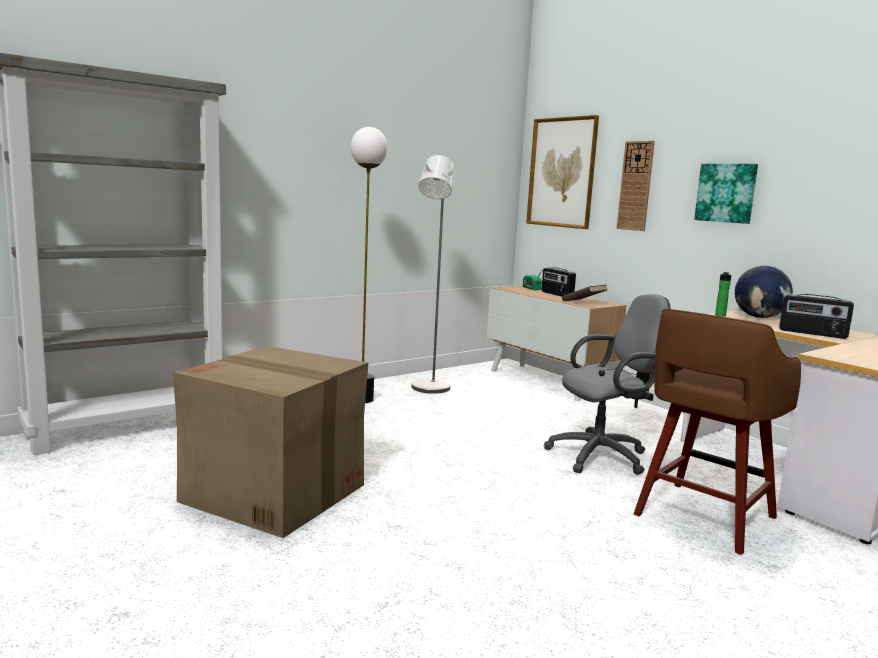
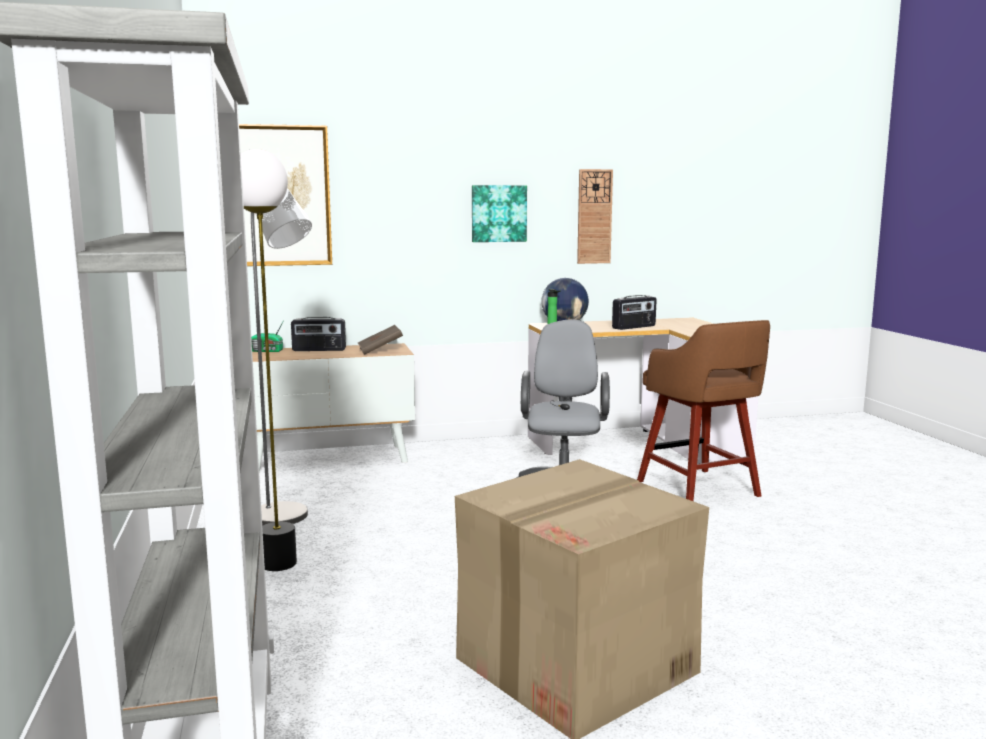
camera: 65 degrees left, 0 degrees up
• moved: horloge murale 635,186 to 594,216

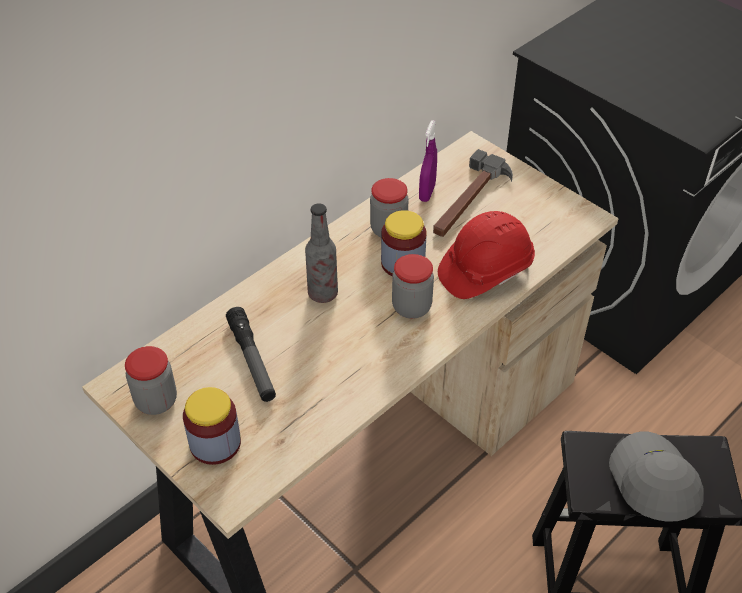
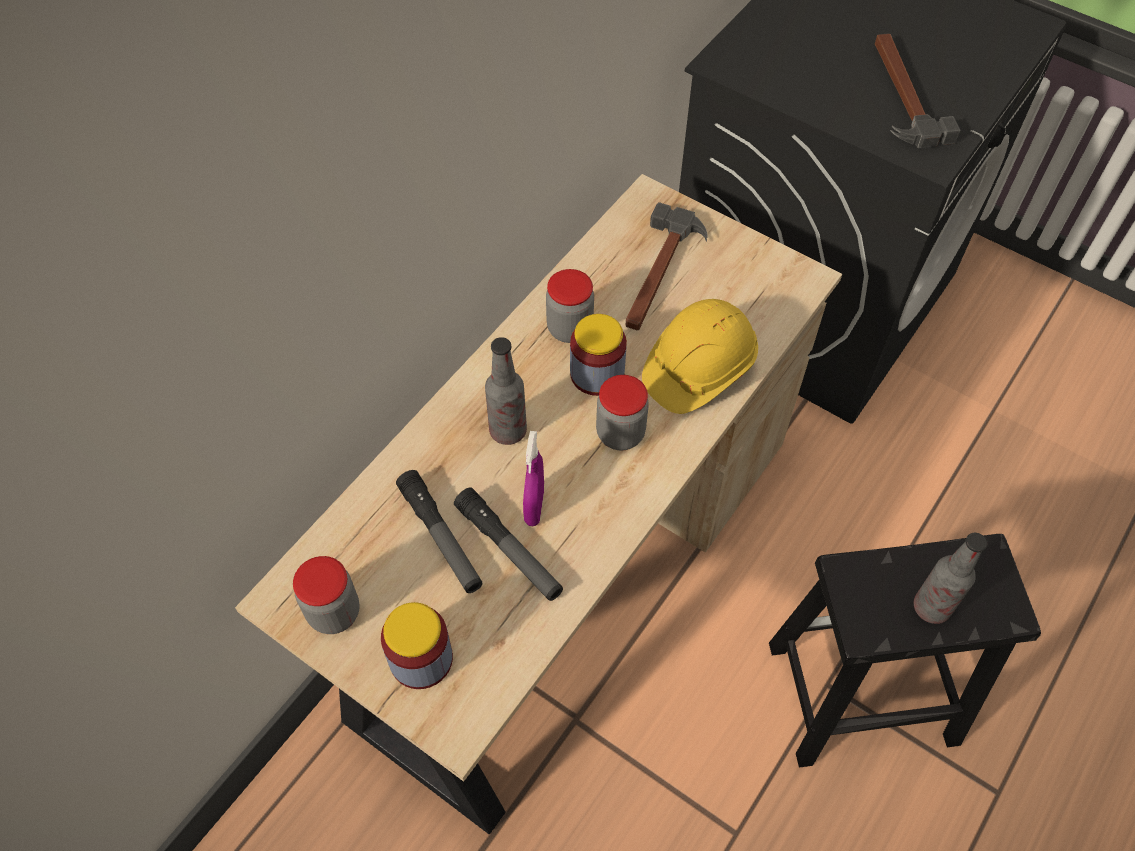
camera: 10 degrees left, 10 degrees up
• added: lampe de poche 509,550
• added: marteau 902,94
• moved: vaporisateur [violet] 427,193 to 534,507
• replaced: casquette [gris] 652,483 to bouteille 931,607
• recoloured: casque de chantier [rouge] 485,270 to casque de chantier [jaune] 698,369

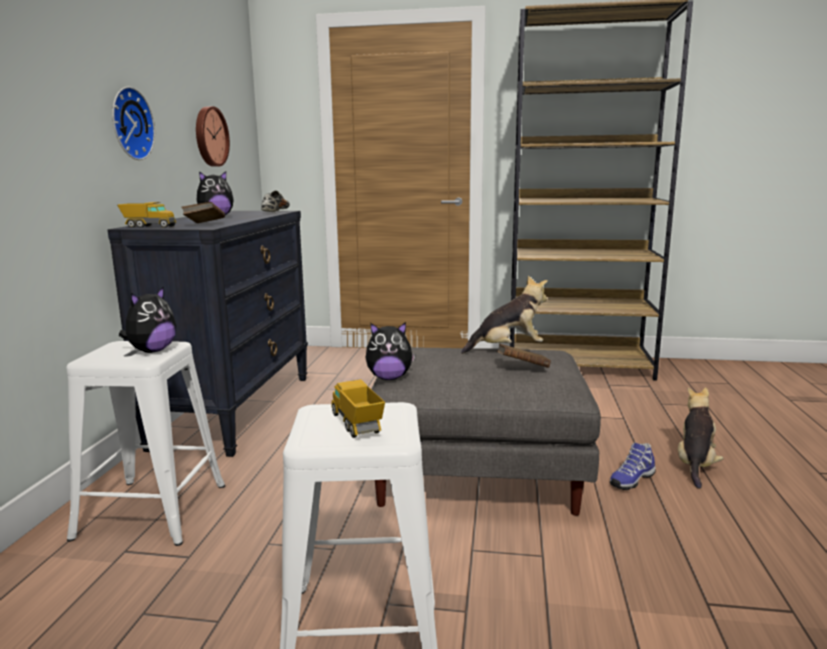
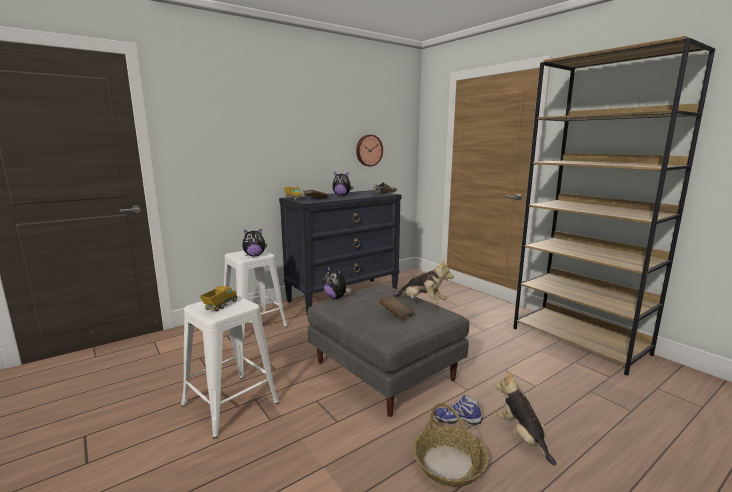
camera: 45 degrees right, 0 degrees up
• removed: horloge murale 129,124
• added: panier 449,464
• turned: peluche 695,465 = 522,436 90 degrees counterclockwise

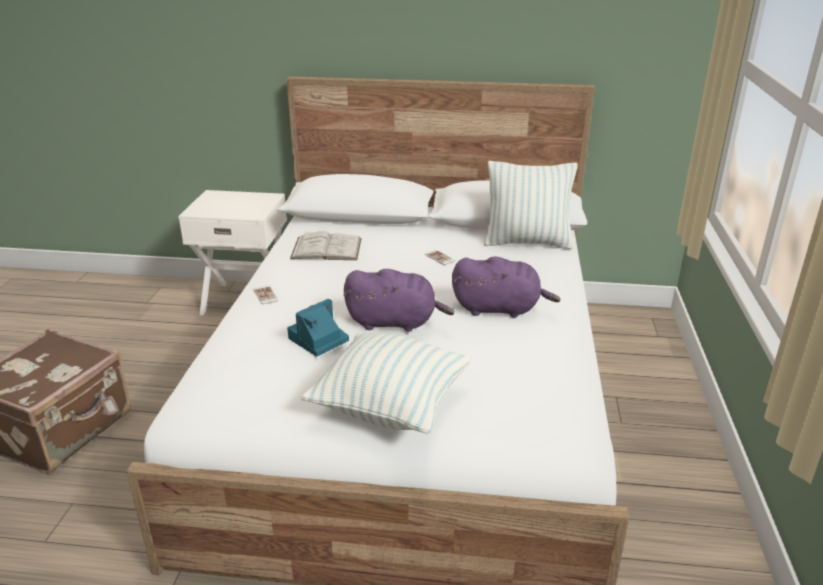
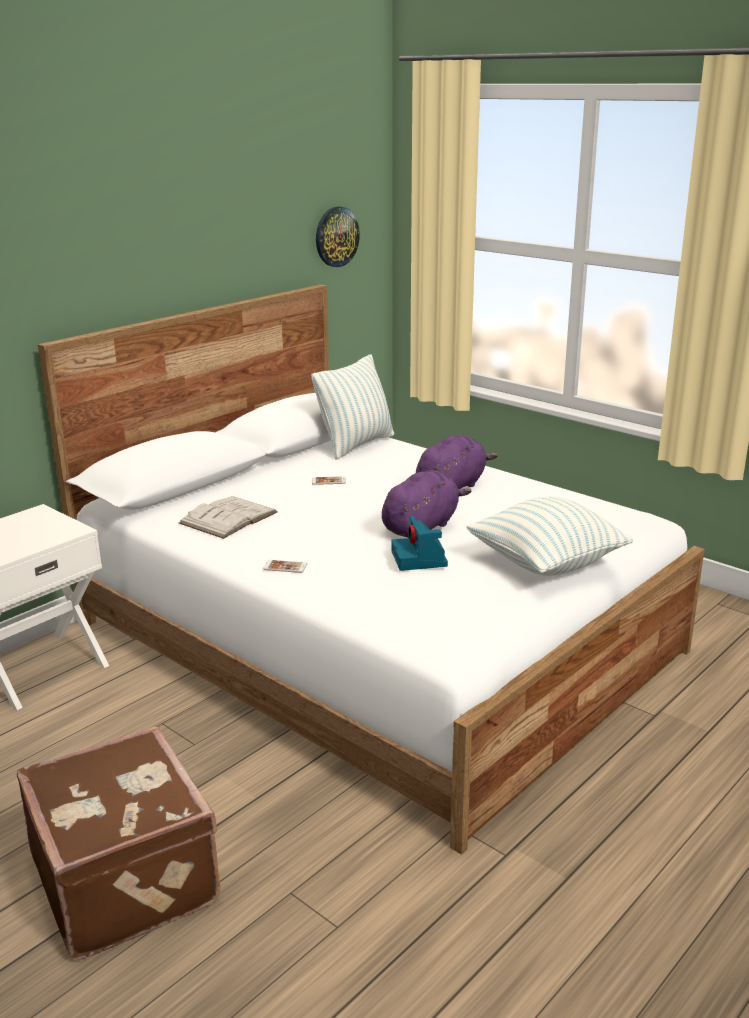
camera: 55 degrees left, 5 degrees down
• added: horloge murale 336,236

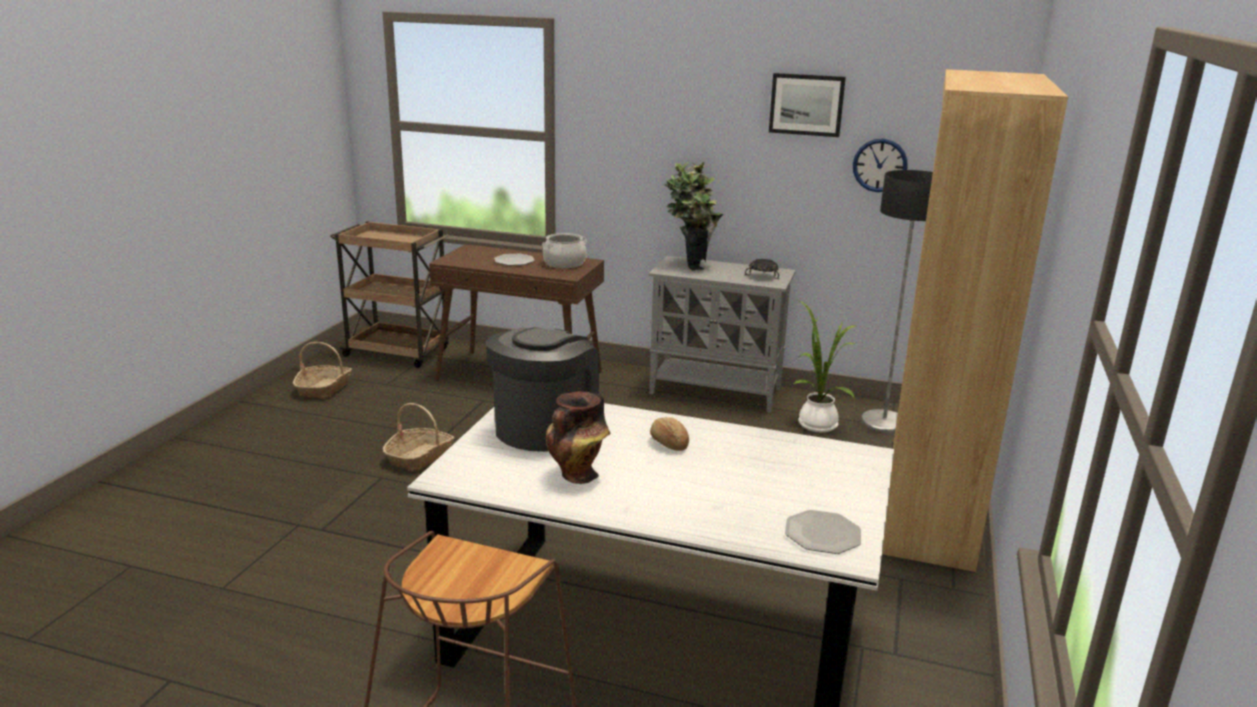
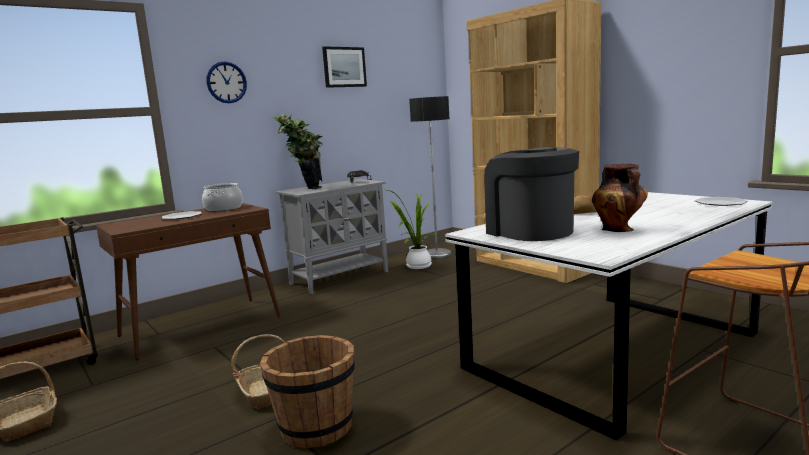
camera: 55 degrees left, 10 degrees down
• added: seau [marron] 315,428
• moved: horloge murale 879,165 to 226,82

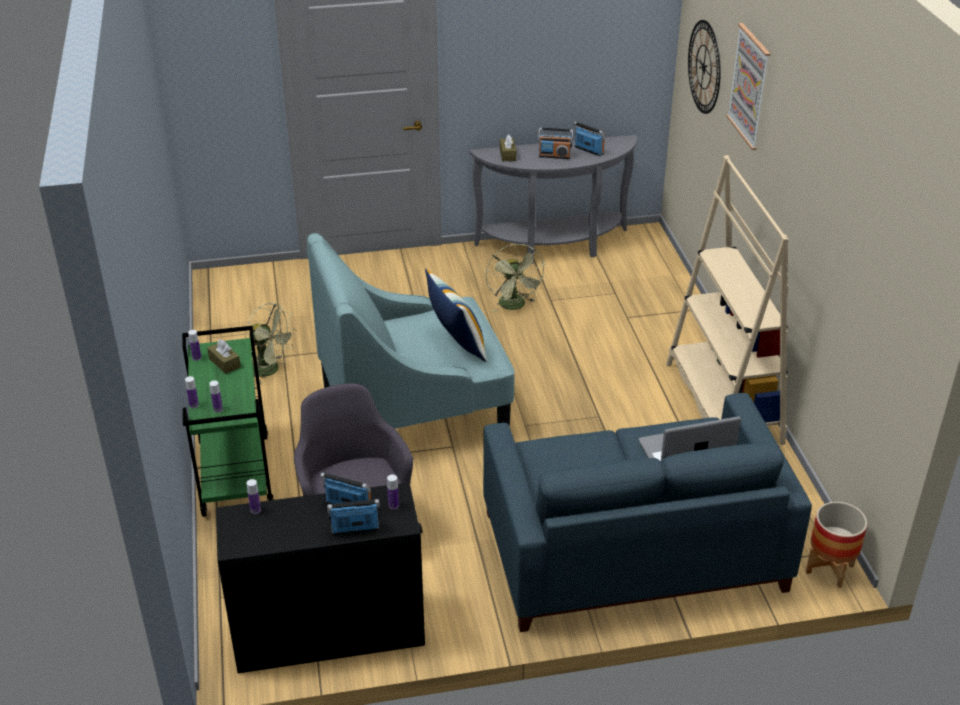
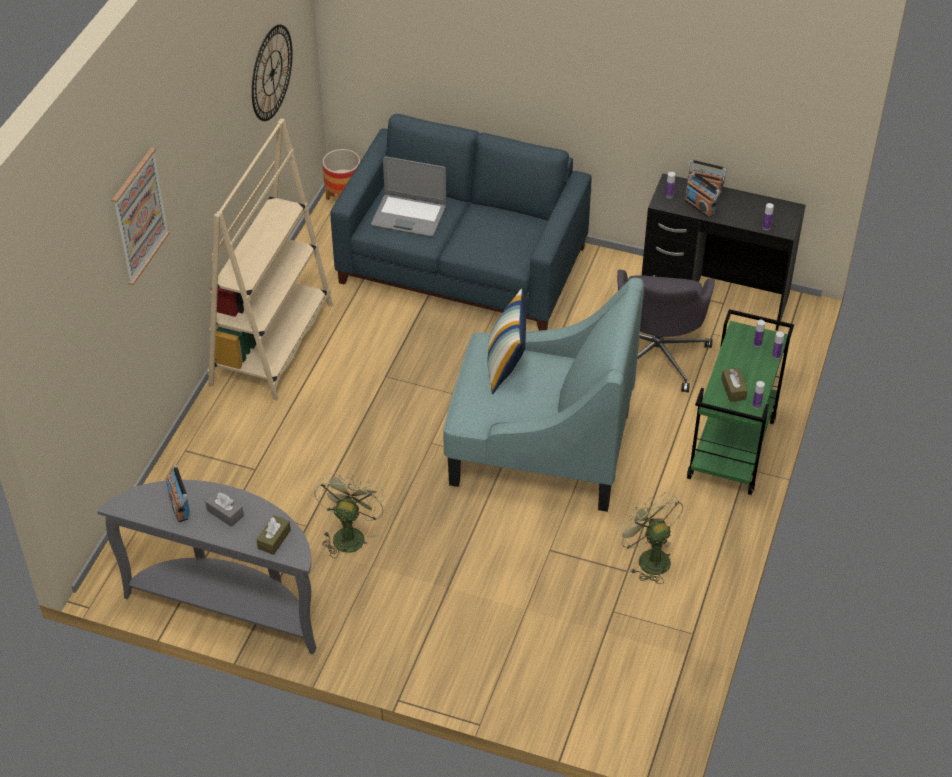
camera: 150 degrees left, 10 degrees up
• moved: horloge murale 704,67 to 271,73
• replaced: radio 554,156 to boîte à mouchoirs [gris] 225,513

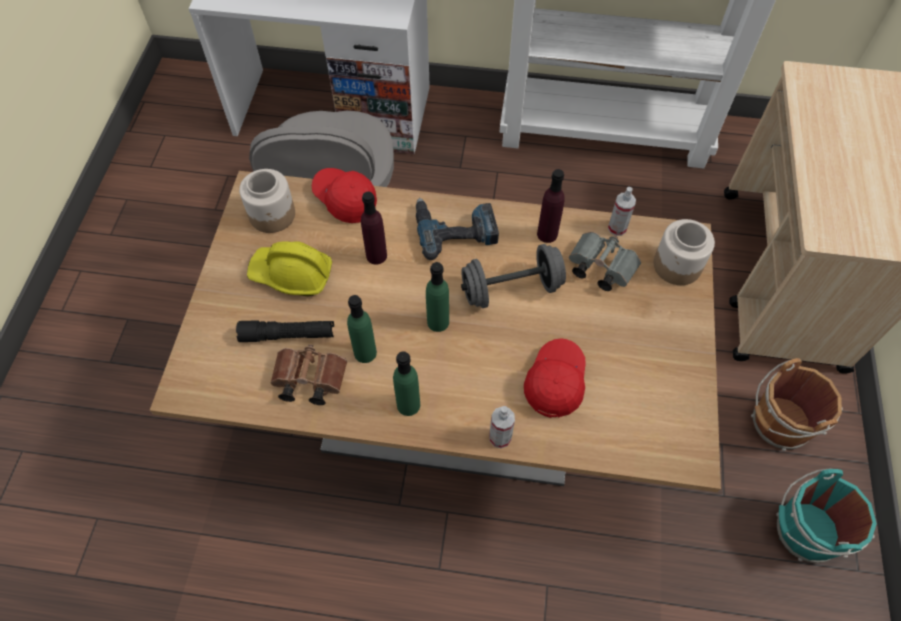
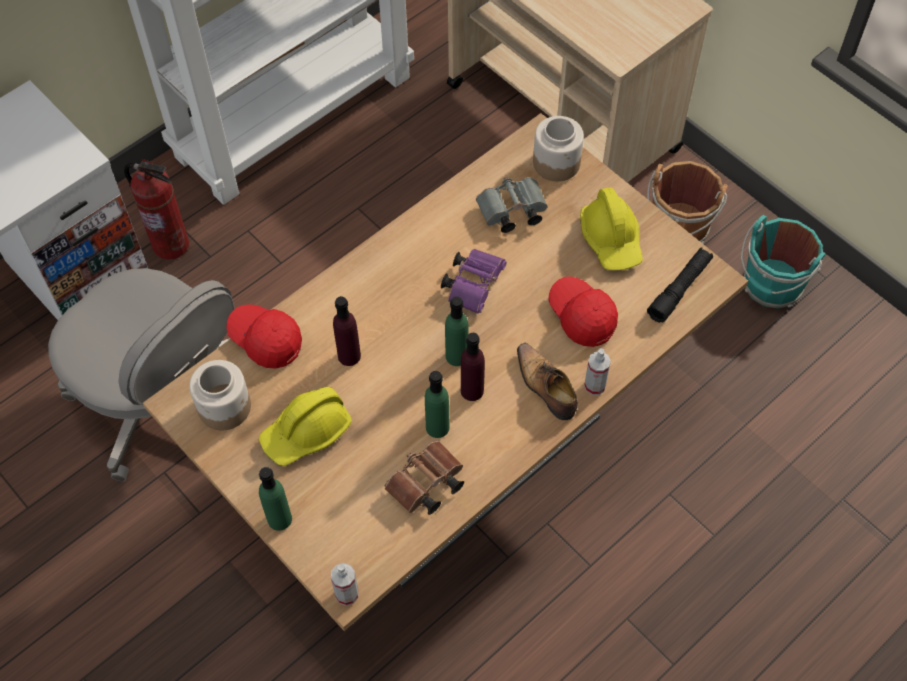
camera: 50 degrees left, 0 degrees up
• removed: perceuse 455,229
• added: extincteur 171,244
• added: chaussure 545,386
• added: casque de chantier [jaune] 611,239
• moved: lampe de poche [noir] 288,335 to 679,289
• moved: bouteille [vert] 408,404 to 279,519
• moved: bouteille [violet] 547,234 to 472,390
• moved: vaporisateur 617,228 to 347,594
• replaced: haltère [gris] 511,289 to jumelles [violet] 474,284
• turned: casquette [rouge] 345,200 = 265,340 45 degrees clockwise

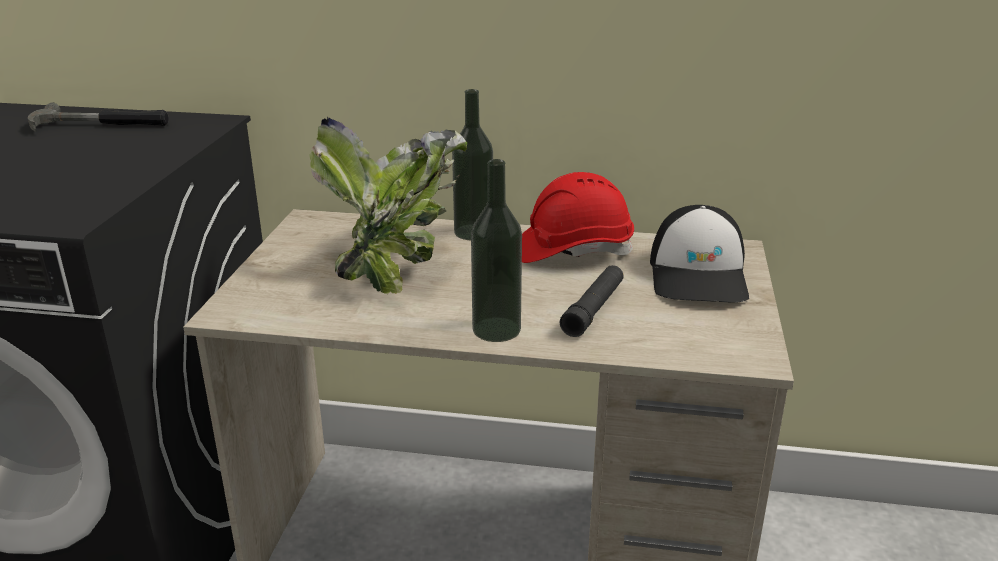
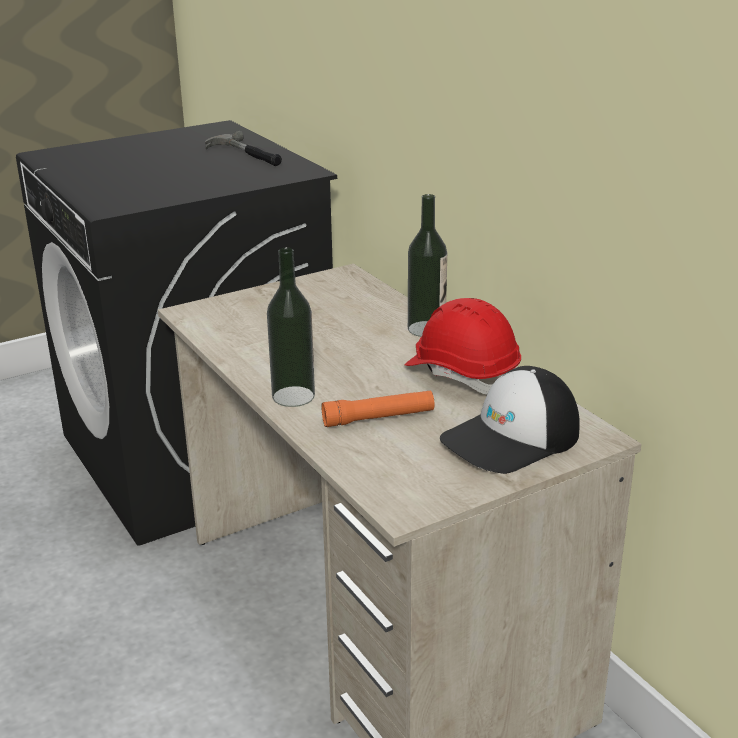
camera: 50 degrees right, 0 degrees up
• removed: plante en pot 395,265
• recoloured: lampe de poche [noir] 593,309 to lampe de poche [orange] 378,418

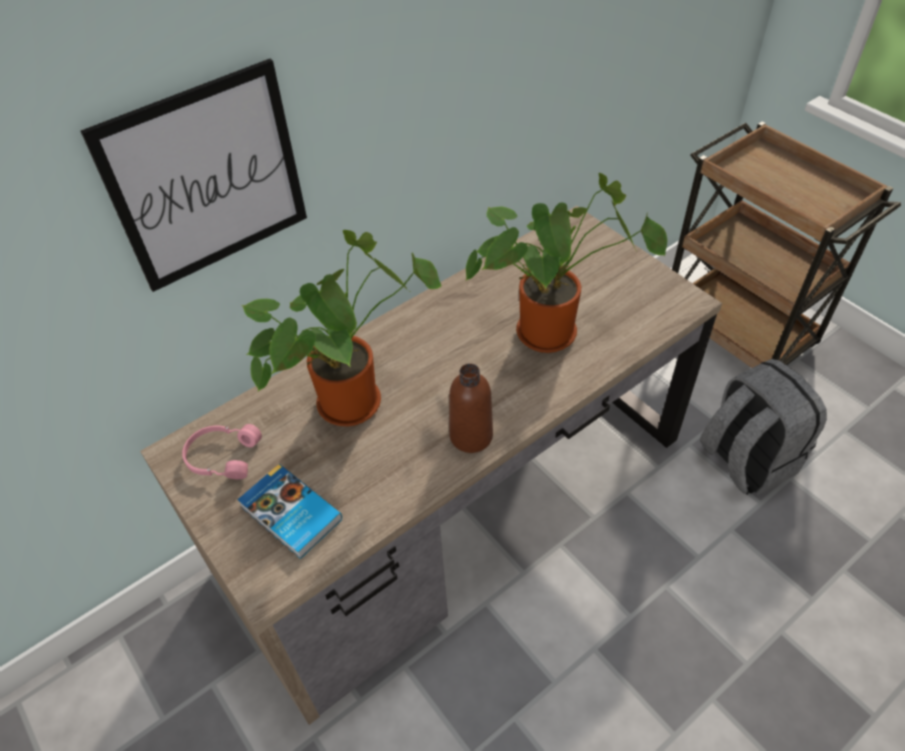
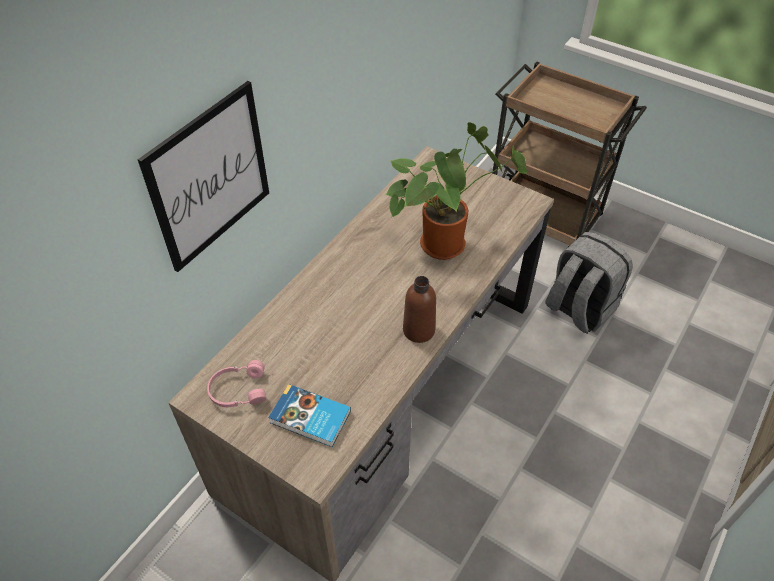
camera: 20 degrees left, 0 degrees up
• removed: plante en pot 353,398

